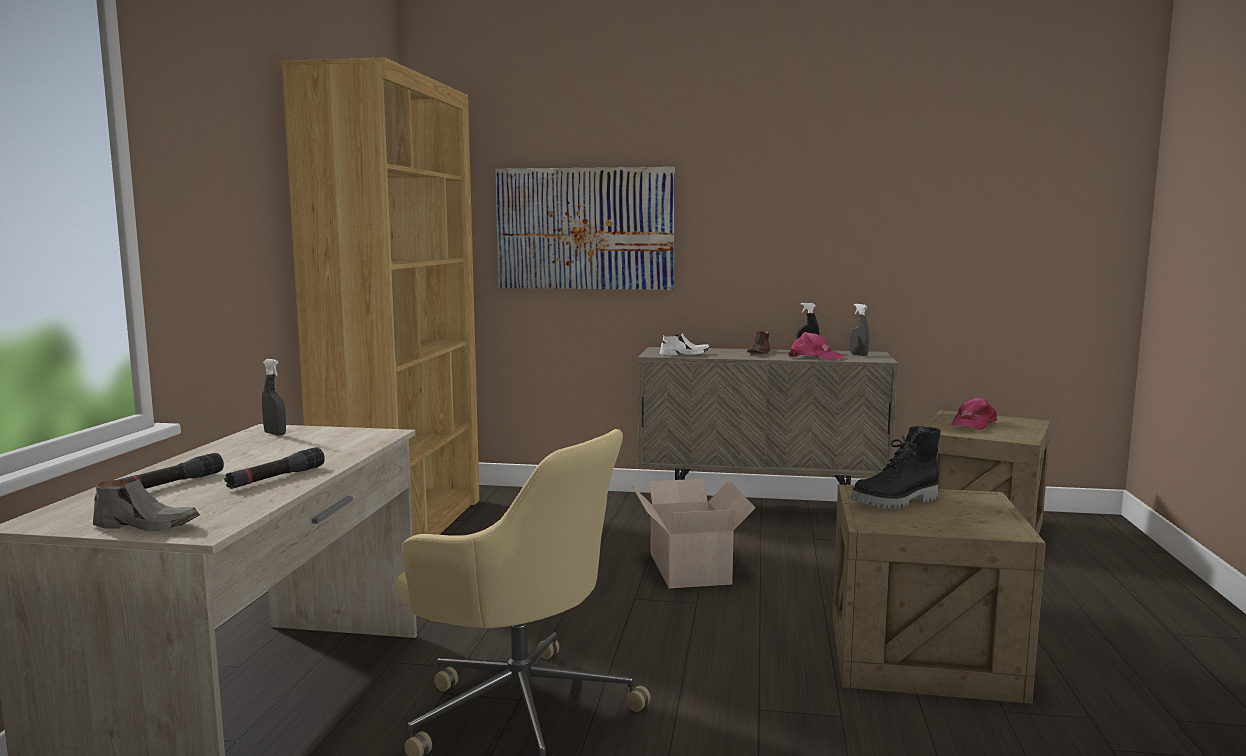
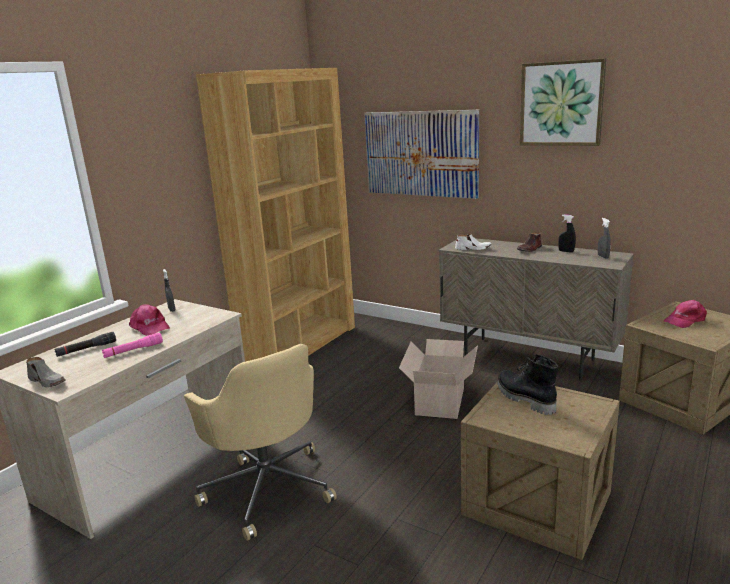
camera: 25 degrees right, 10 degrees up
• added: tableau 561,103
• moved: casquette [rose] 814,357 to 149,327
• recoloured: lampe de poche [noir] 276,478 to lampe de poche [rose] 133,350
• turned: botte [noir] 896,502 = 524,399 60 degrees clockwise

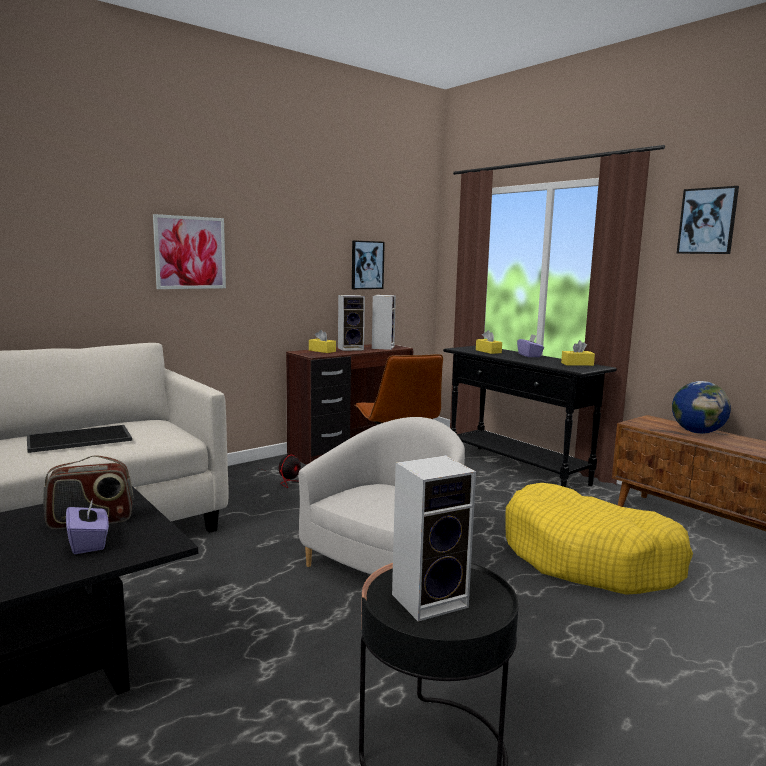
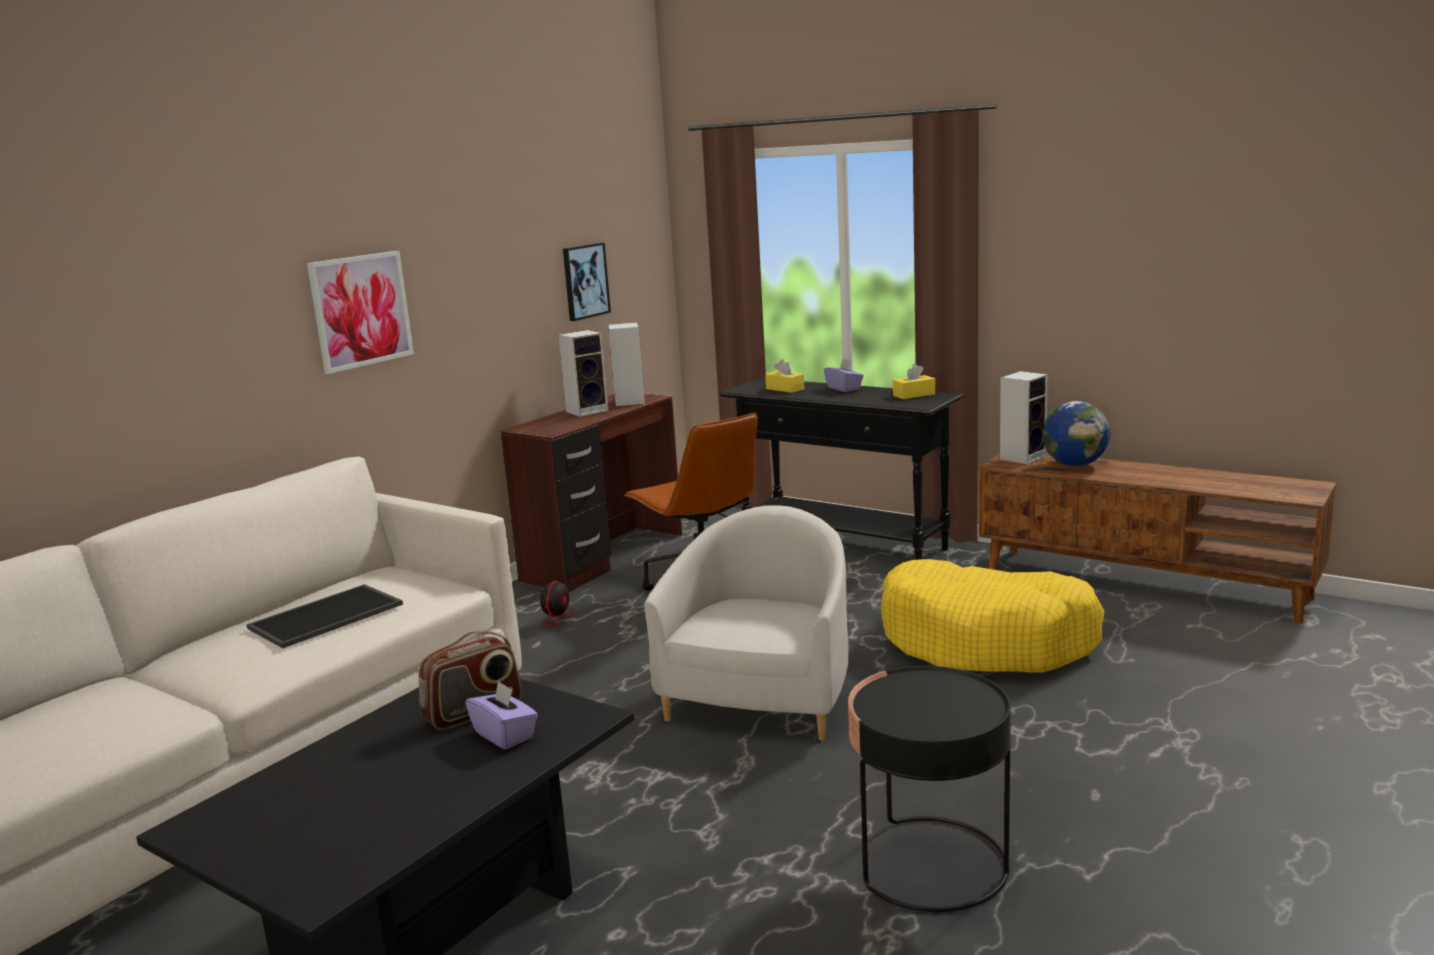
camera: 15 degrees left, 5 degrees up
• removed: boîte à mouchoirs [jaune] 322,351
• removed: tableau 707,221
• moved: enceinte 431,599 to 1023,457

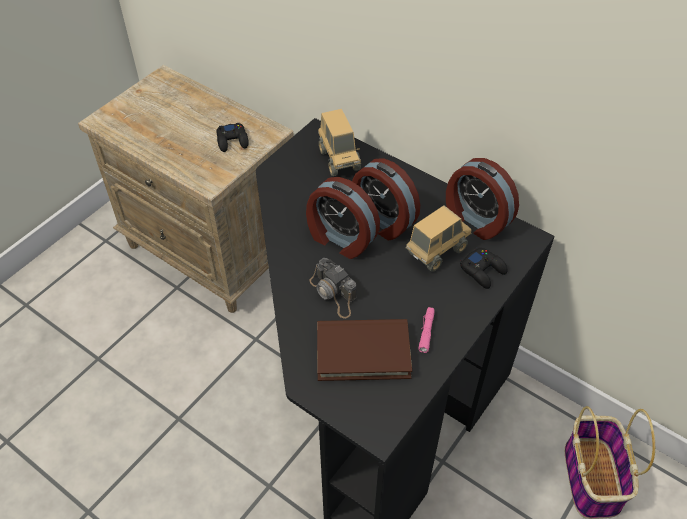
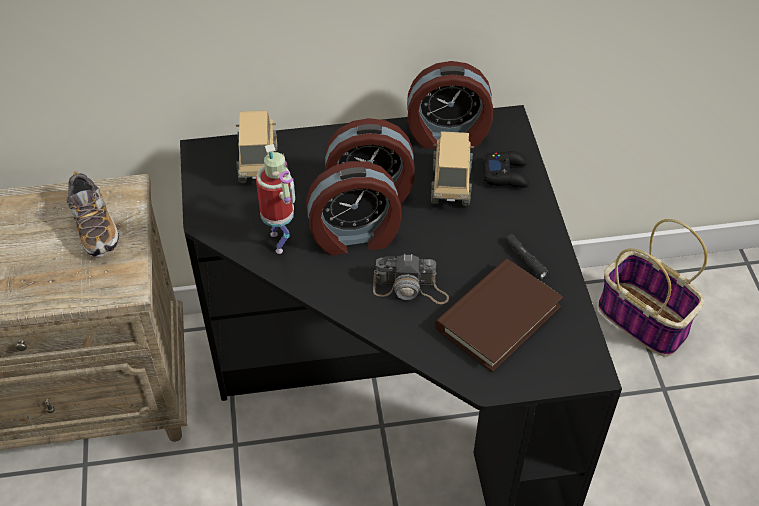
camera: 45 degrees left, 0 degrees up
• added: robot jouet 281,242
• replaced: manette [noir] 232,141 to chaussure 95,227
• recoloured: lampe de poche [rose] 426,332 to lampe de poche [noir] 525,259
• turned: camion jouet 339,160 = 258,164 120 degrees counterclockwise

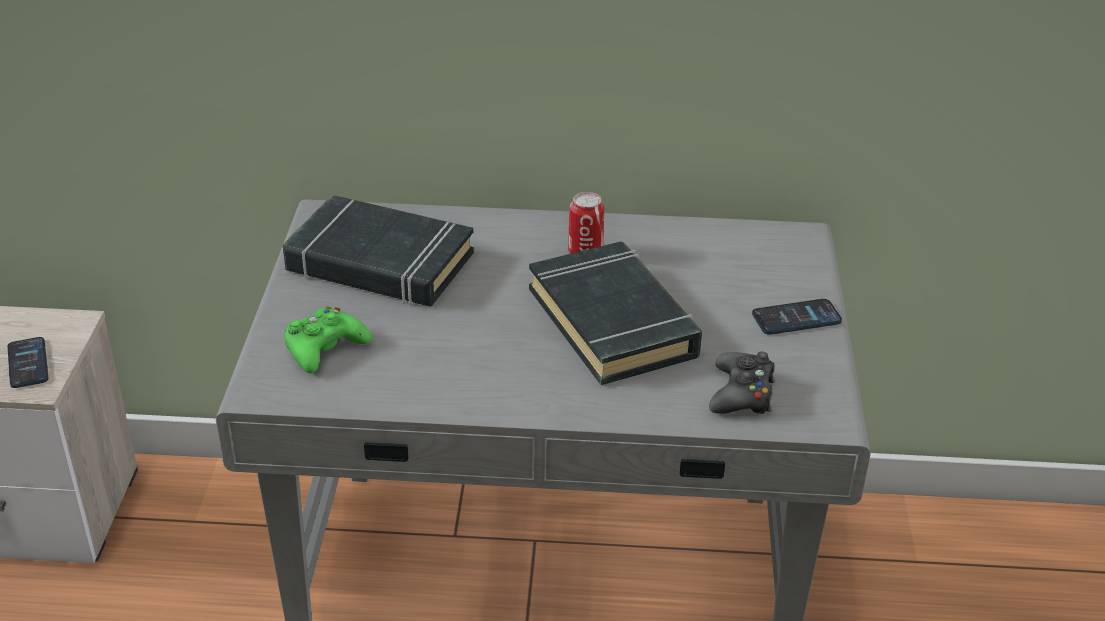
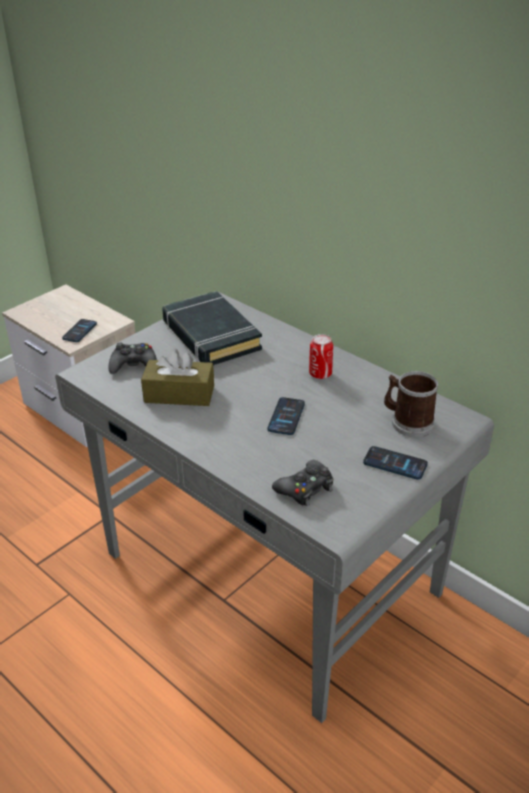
camera: 40 degrees right, 0 degrees up
• added: boîte à mouchoirs [marron] 179,394
• added: mug 408,422
• replaced: livre [noir] 613,322 to téléphone 286,417
• recoloured: manette [vert] 324,348 to manette [noir] 134,365

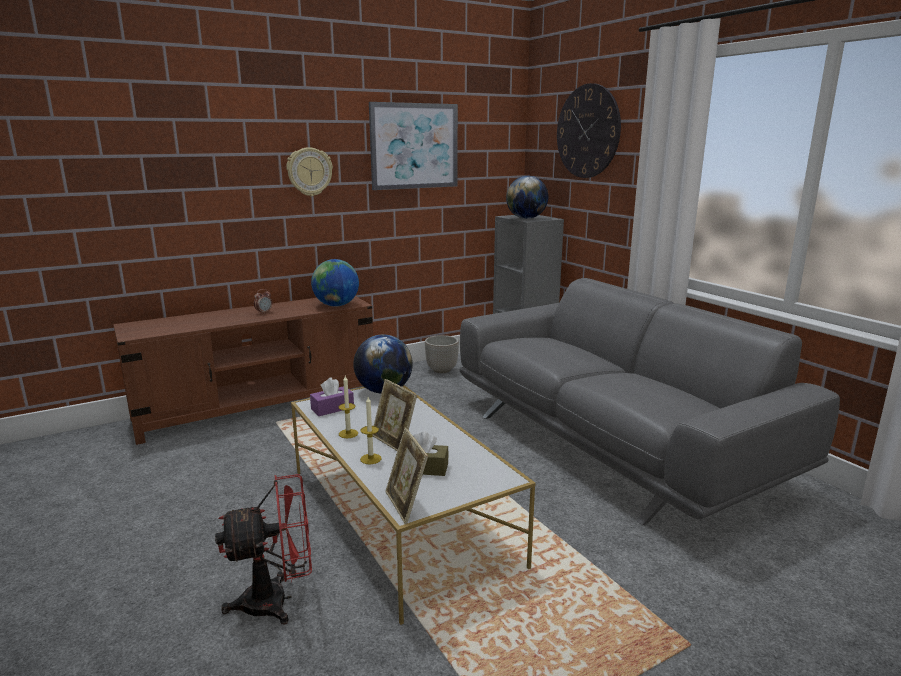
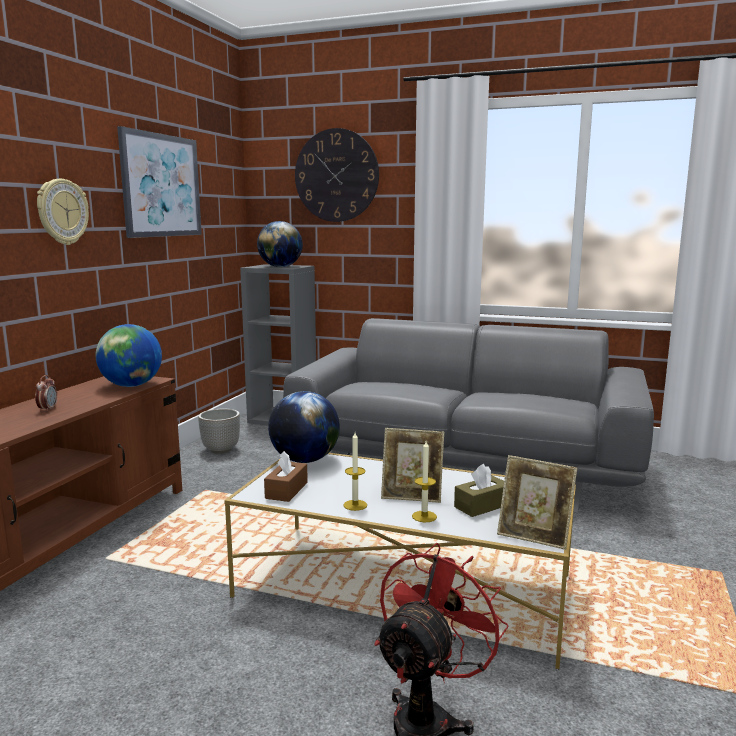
camera: 40 degrees left, 5 degrees down
• recoloured: boîte à mouchoirs [violet] 332,408 to boîte à mouchoirs [marron] 286,490

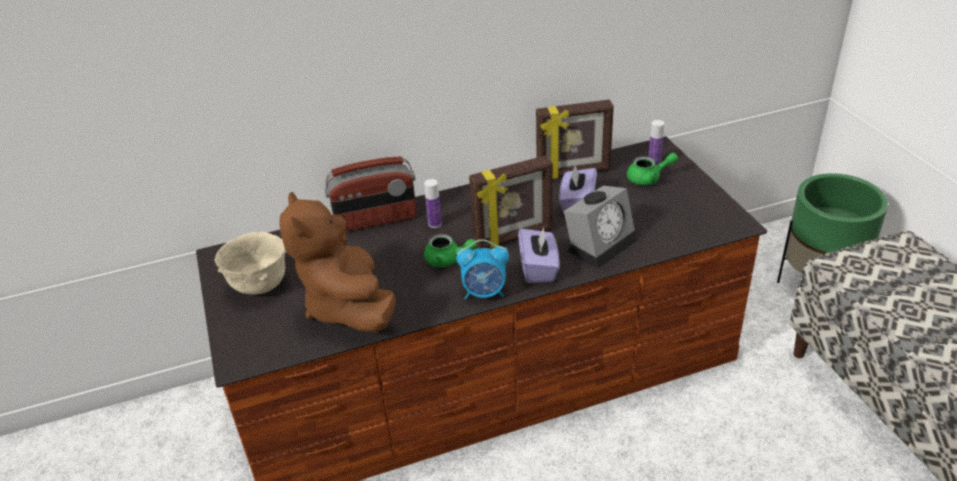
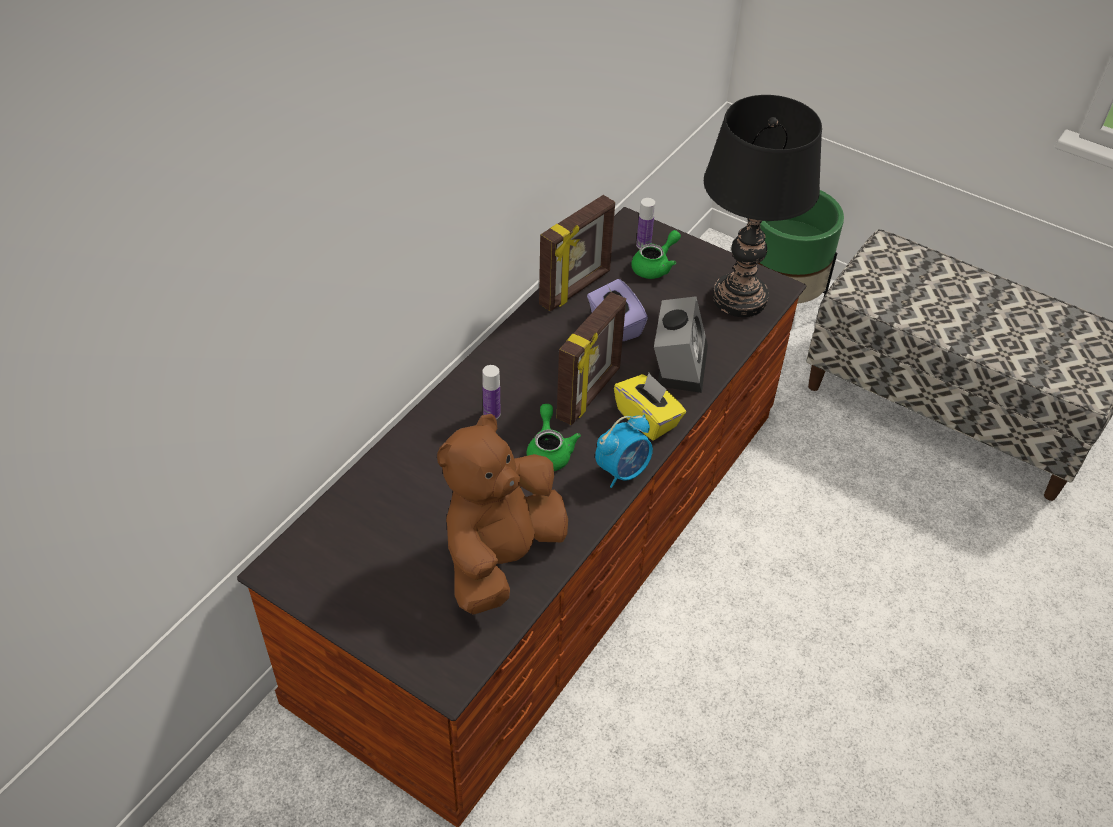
camera: 40 degrees left, 10 degrees up
• removed: bol [beige] 259,286
• removed: radio 376,220
• added: lampe de table [noir] 740,299
• recoloured: boîte à mouchoirs [violet] 538,268 to boîte à mouchoirs [jaune] 647,419
• turned: peluche [marron] 347,307 = 500,556 90 degrees clockwise
• turned: théière [vert] 448,260 = 549,451 75 degrees counterclockwise

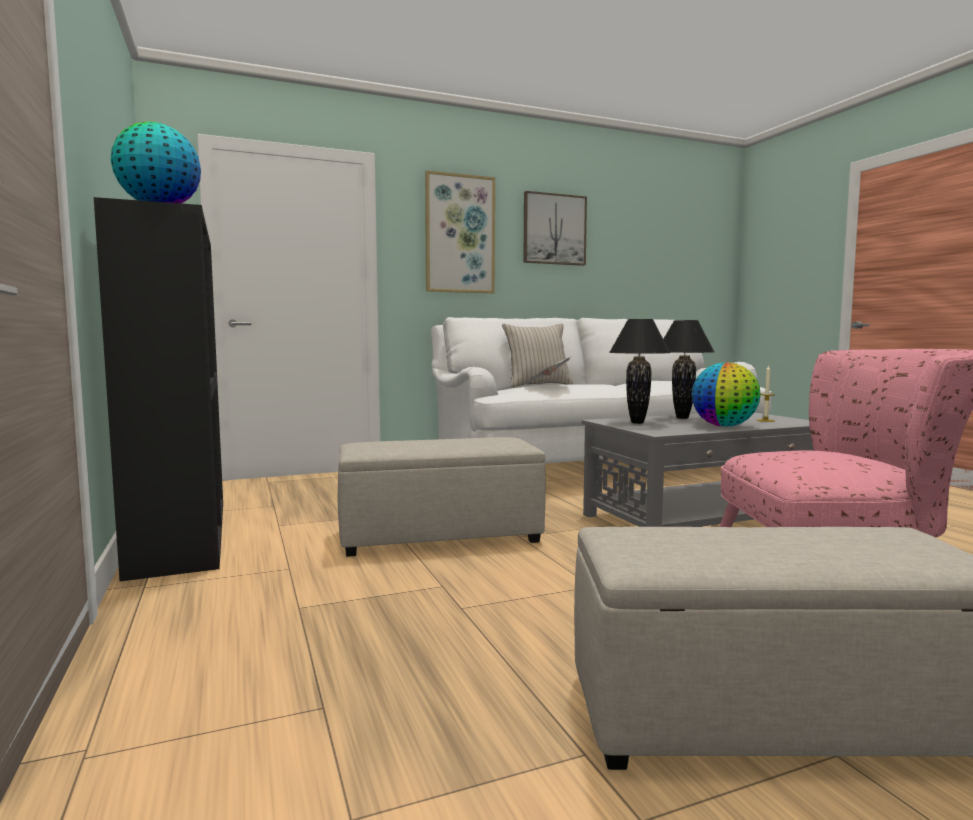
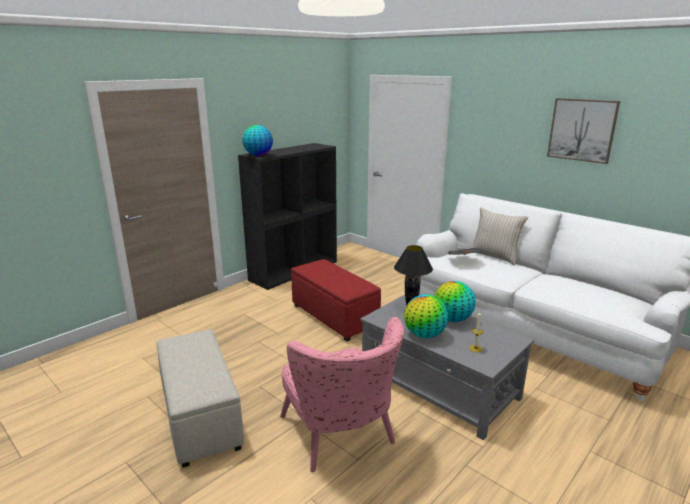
camera: 65 degrees right, 15 degrees up
• removed: tableau 459,234
• replaced: lampe de table [noir] 682,418 to globe 452,319
• recoloured: pouf [beige] 441,536 to pouf [rouge] 334,317

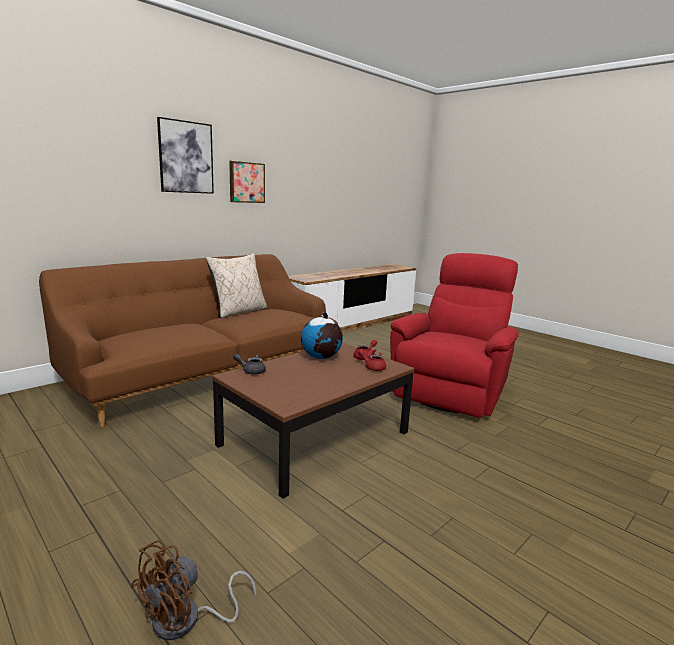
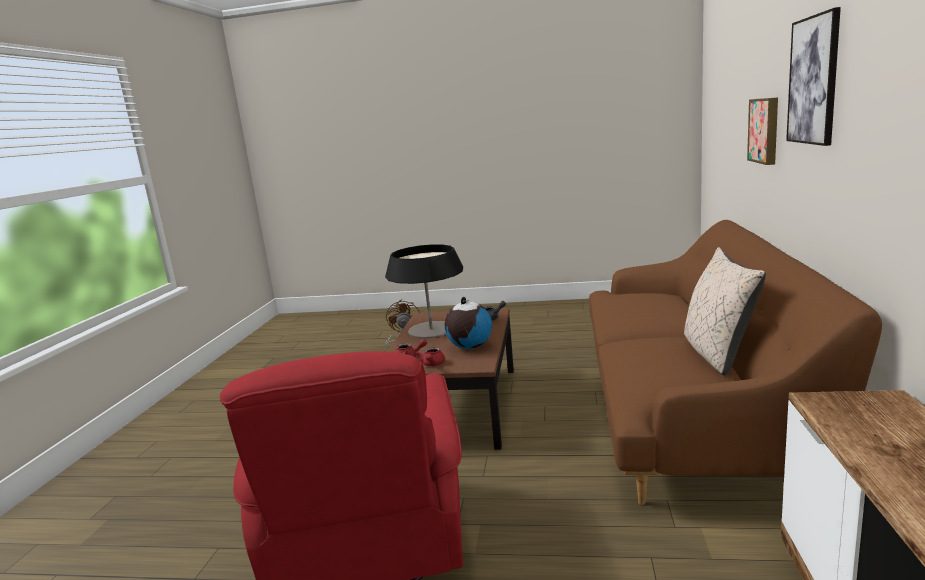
camera: 145 degrees right, 0 degrees up
• added: lampe de table 431,330
• moved: tableau 246,182 to 765,130

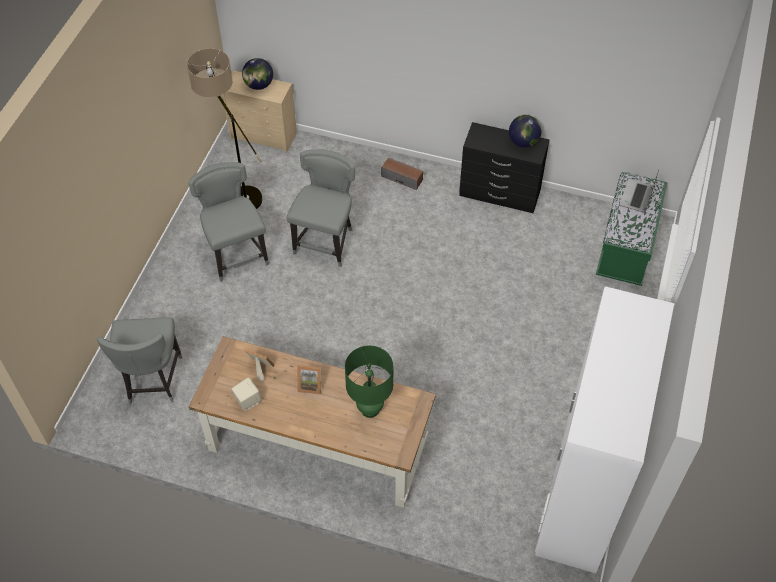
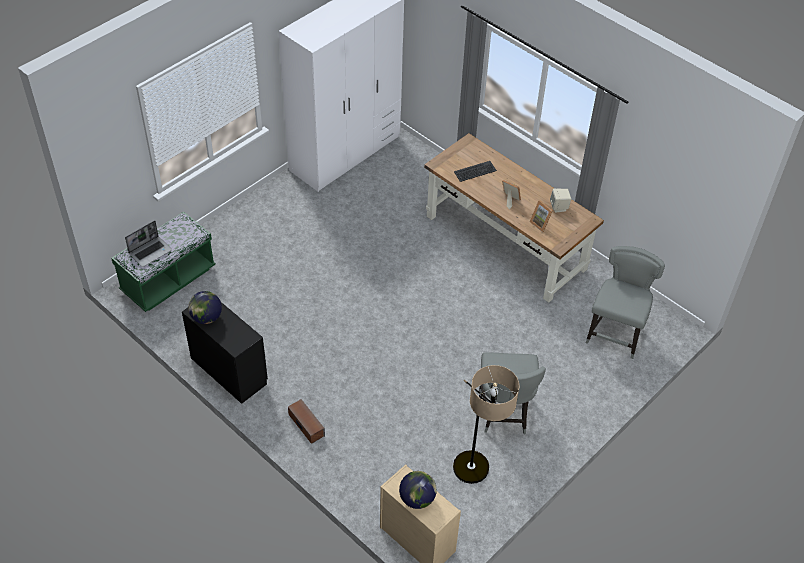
camera: 155 degrees left, 5 degrees down
• removed: chaise [gris] 326,242
• replaced: lampe de table [vert] 370,409 to clavier 475,171

